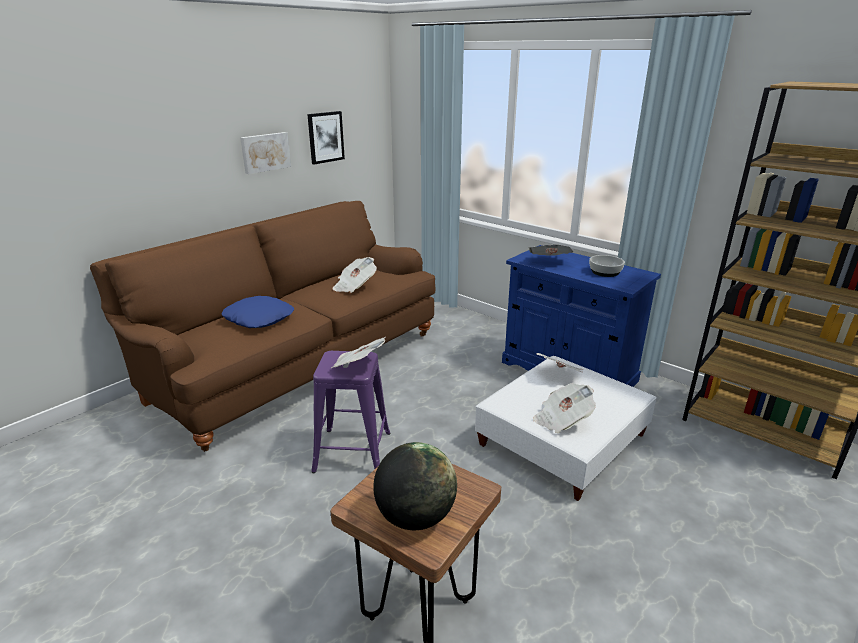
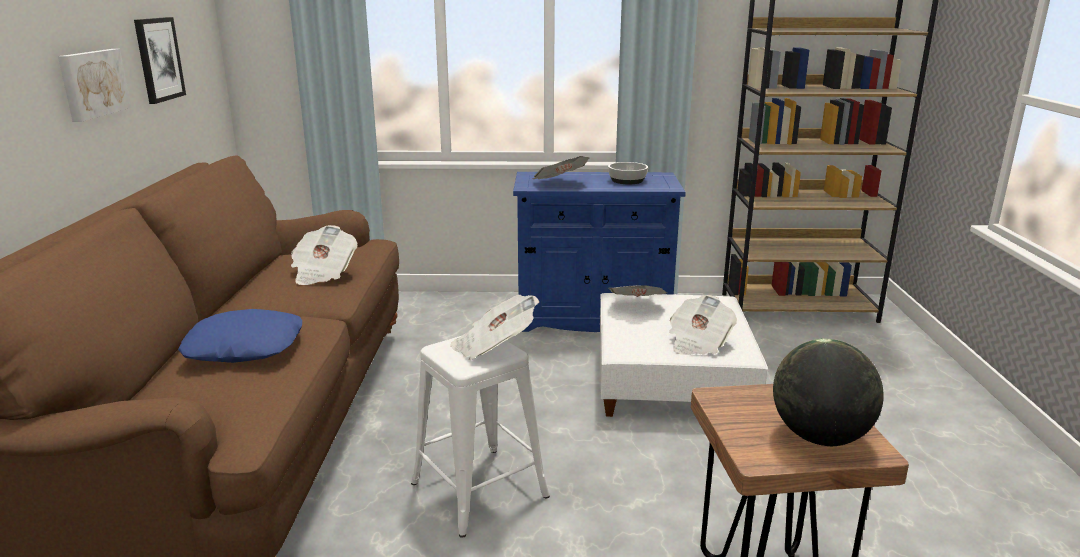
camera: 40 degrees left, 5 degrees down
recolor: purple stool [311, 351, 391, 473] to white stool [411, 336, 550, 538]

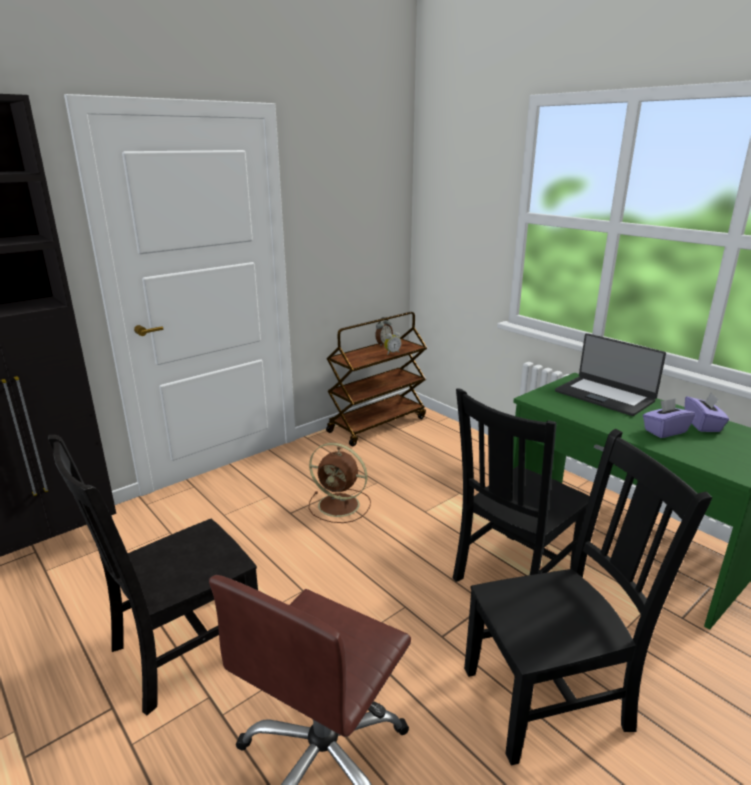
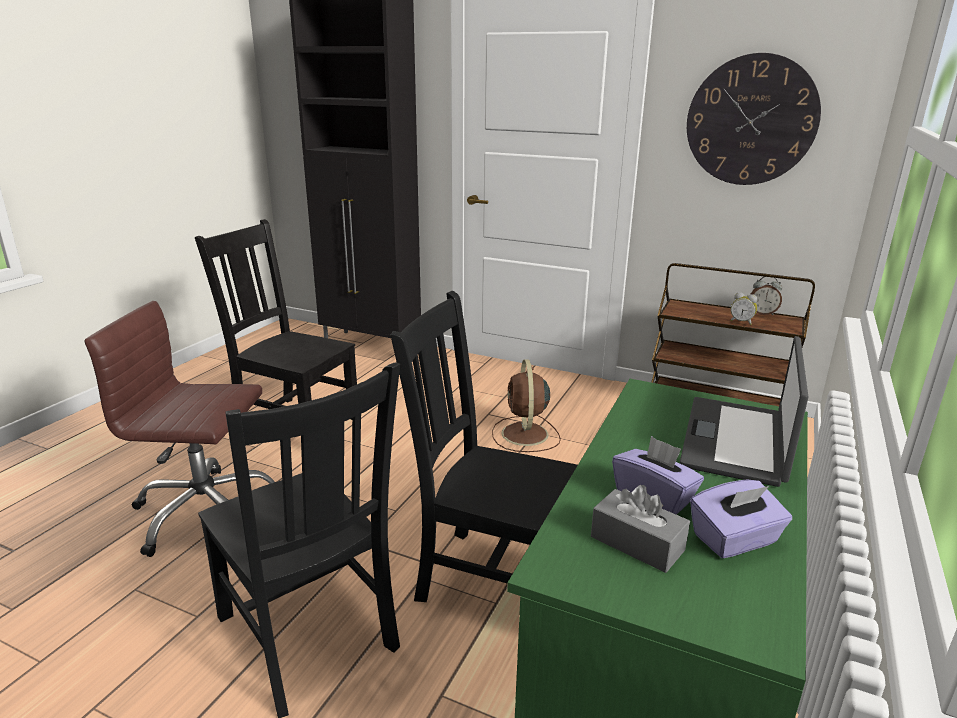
camera: 65 degrees right, 0 degrees up
insert: grey tissue box [591, 485, 690, 573]; wall clock [687, 53, 821, 185]

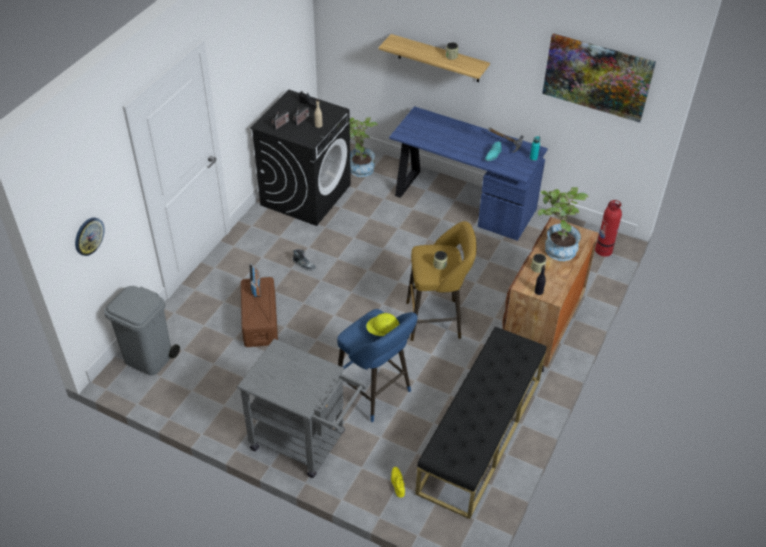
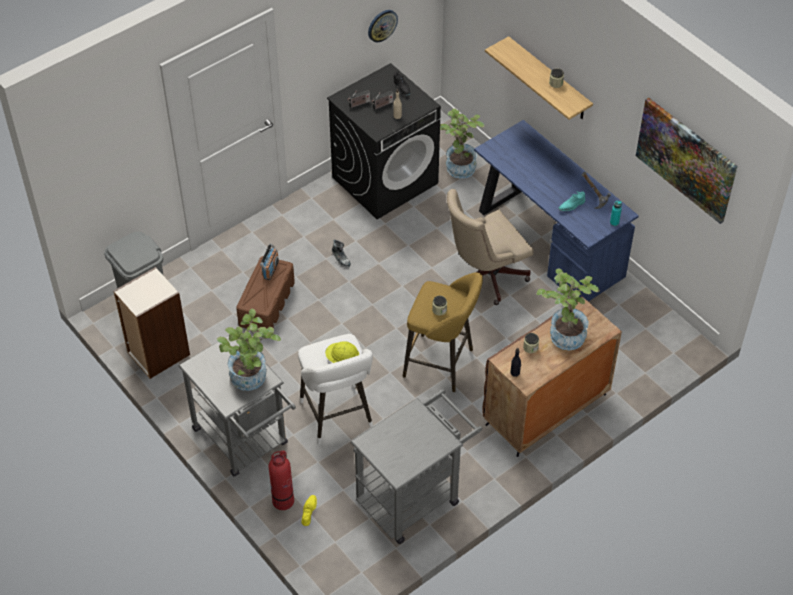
camera: 25 degrees right, 5 degrees up
insert: bookcase [113, 267, 190, 379]; potted plant [217, 309, 281, 391]; beige office chair [447, 189, 534, 305]
move: fire extinguisher [595, 200, 622, 257] to [268, 450, 294, 510]; wall clock [75, 218, 104, 256] to [368, 10, 398, 42]
replace: black bench [415, 326, 546, 519] to grey cart [351, 389, 482, 544]
recolor: blue stool [337, 309, 418, 422] to white stool [298, 334, 373, 445]

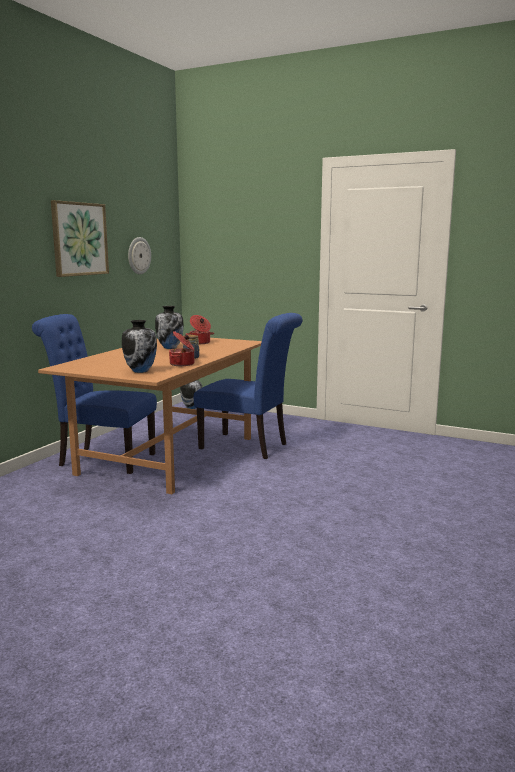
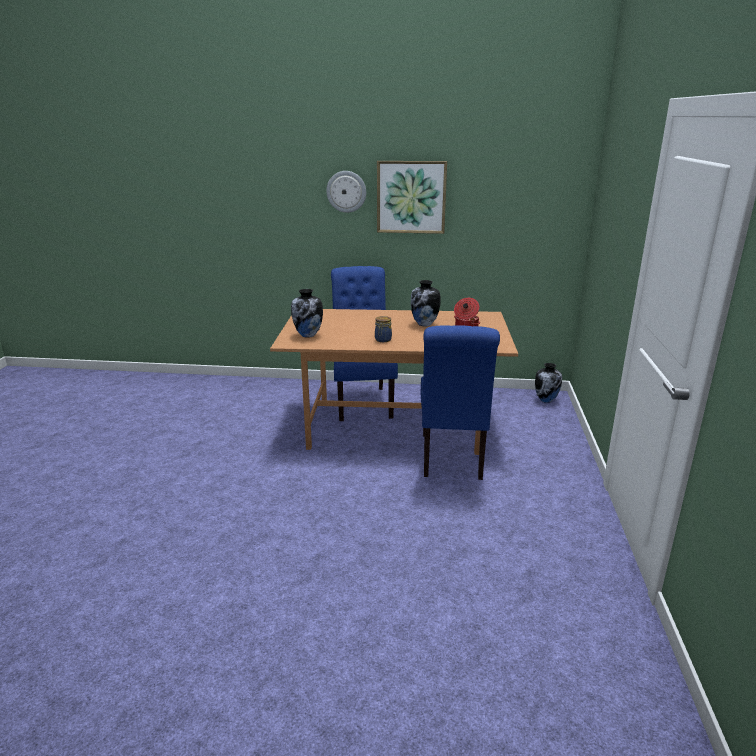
camera: 70 degrees right, 10 degrees up
delete: cooking pot [169, 331, 194, 366]
move: wall clock [128, 237, 151, 274] to [326, 171, 366, 213]

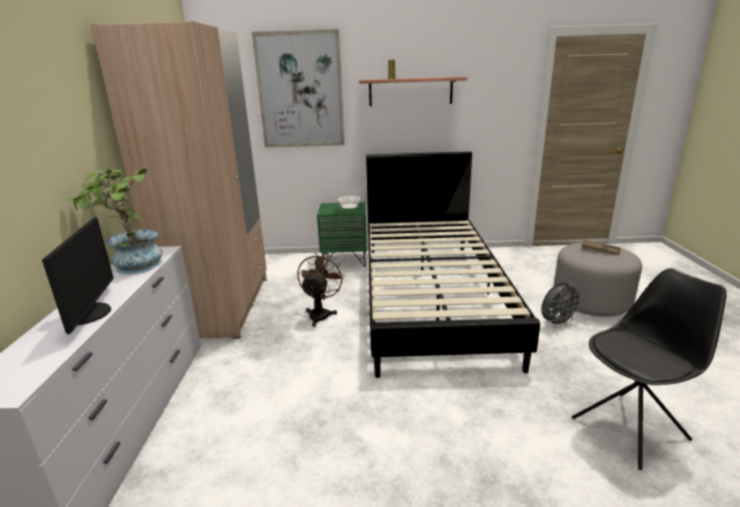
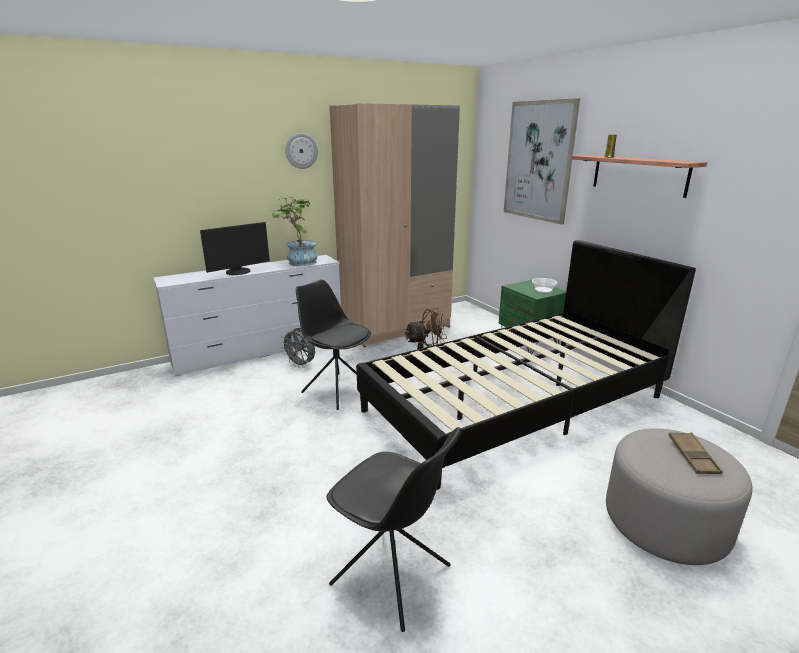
camera: 60 degrees right, 0 degrees up
insert: wall clock [285, 133, 318, 169]; black chair [296, 279, 371, 410]
move: grey fan [541, 283, 583, 328] to [281, 329, 315, 368]

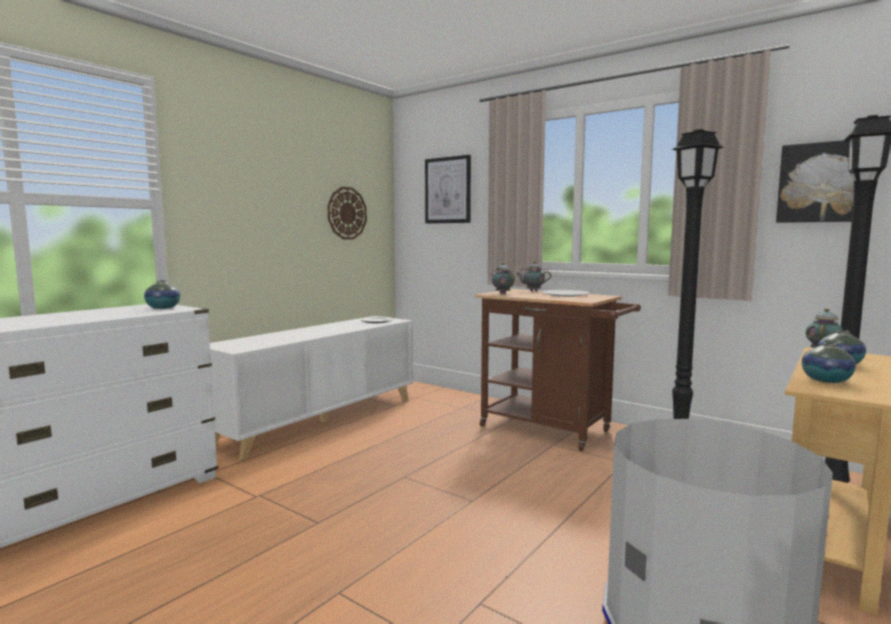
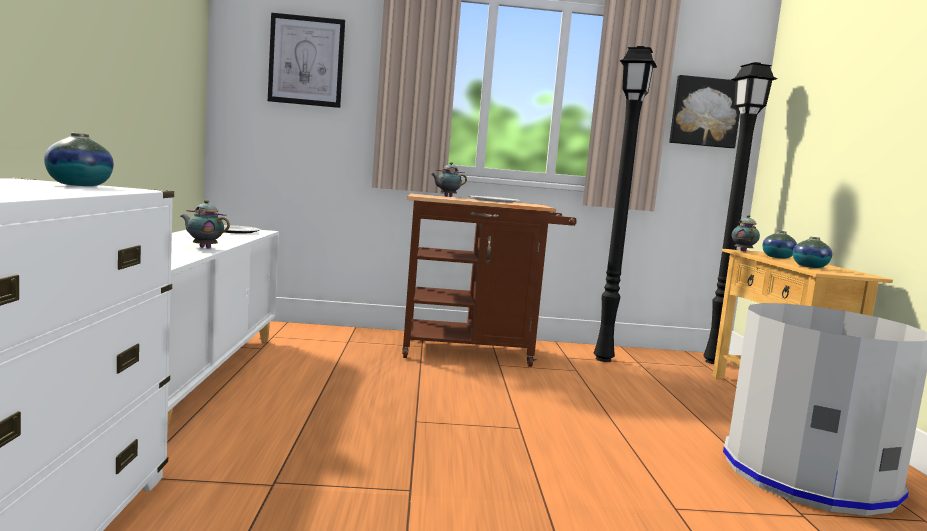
camera: 40 degrees left, 0 degrees up
delete: wall clock [327, 187, 367, 240]
move: teapot [491, 263, 515, 294] to [181, 200, 230, 248]

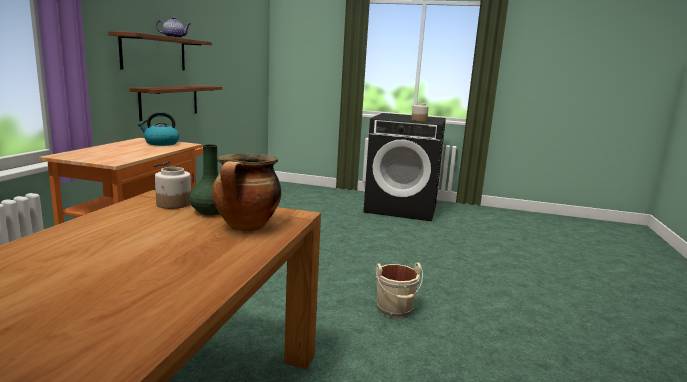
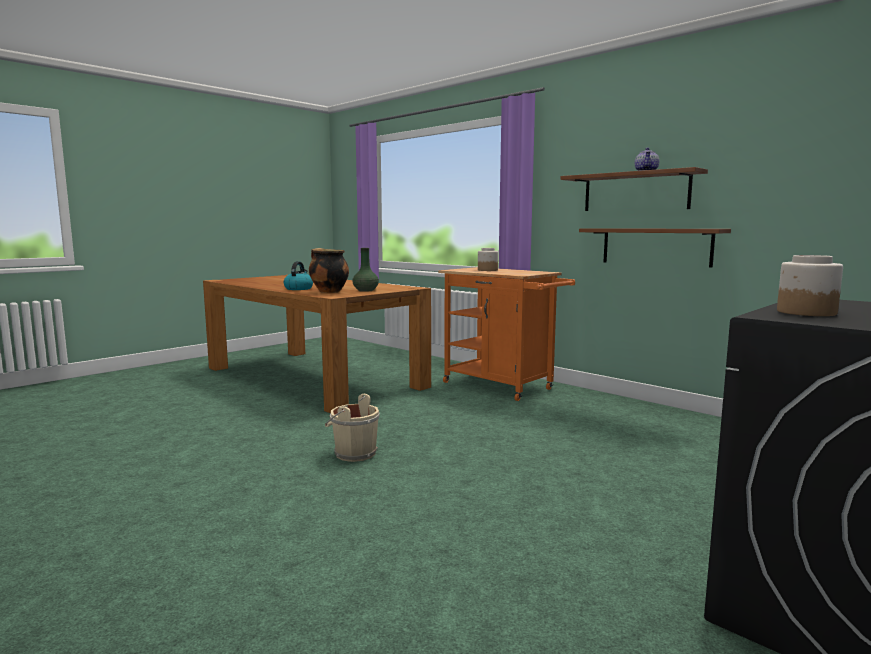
camera: 120 degrees right, 5 degrees down
move: kettle [138, 112, 179, 146] to [284, 261, 313, 290]; jar [155, 167, 191, 209] to [478, 248, 498, 271]

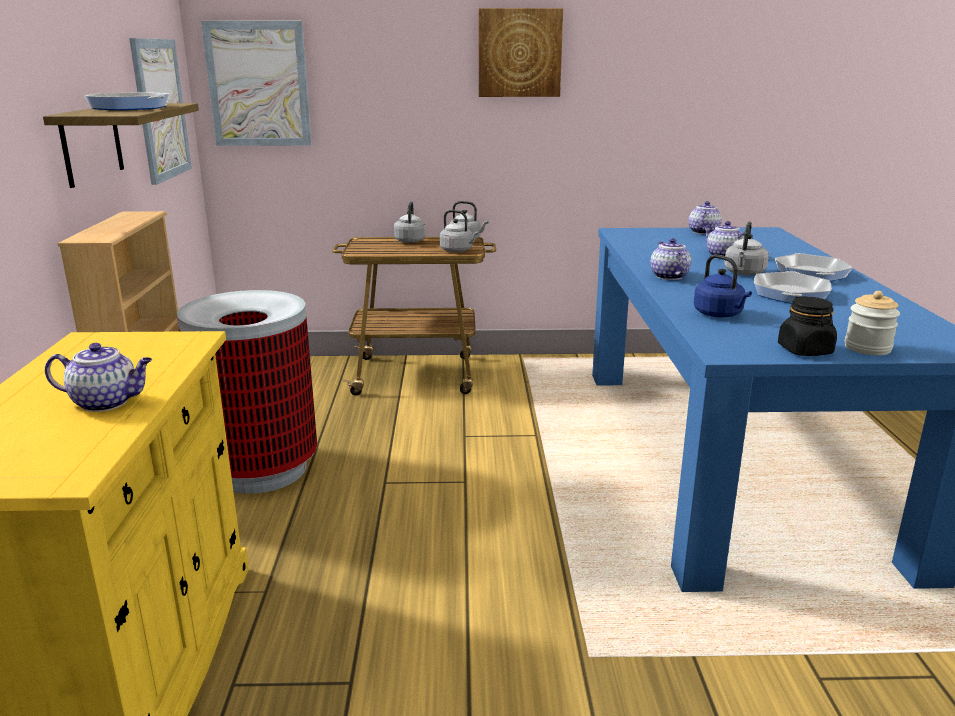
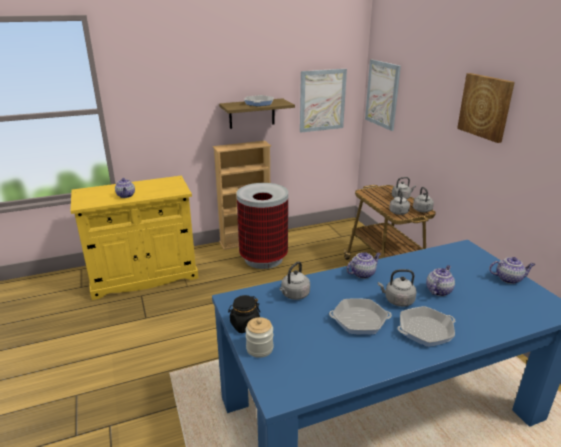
camera: 70 degrees right, 5 degrees up
recolor: blue kettle [694, 254, 752, 318] to grey kettle [279, 261, 310, 300]

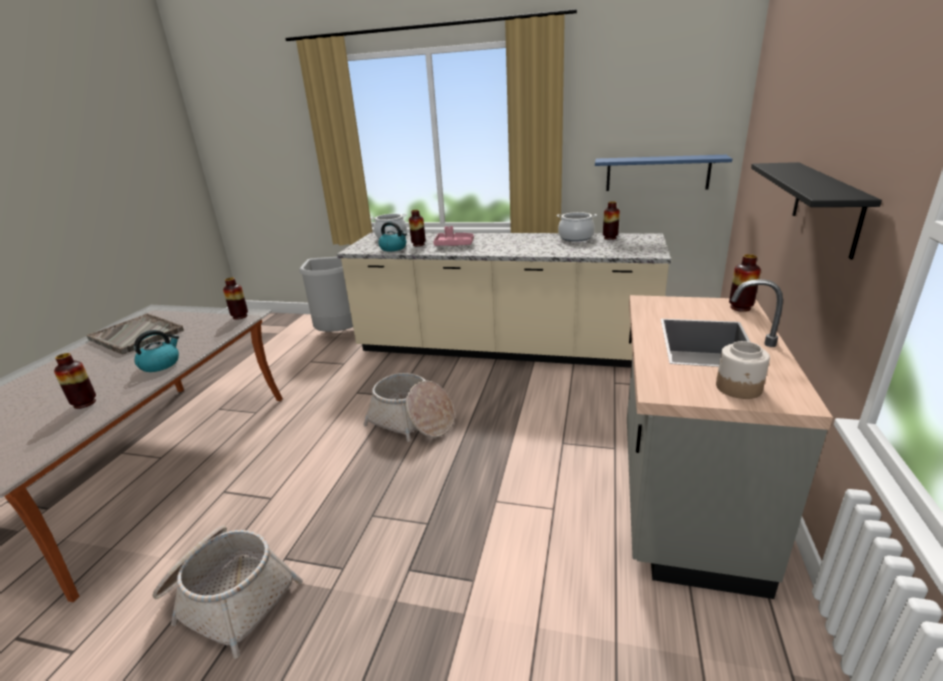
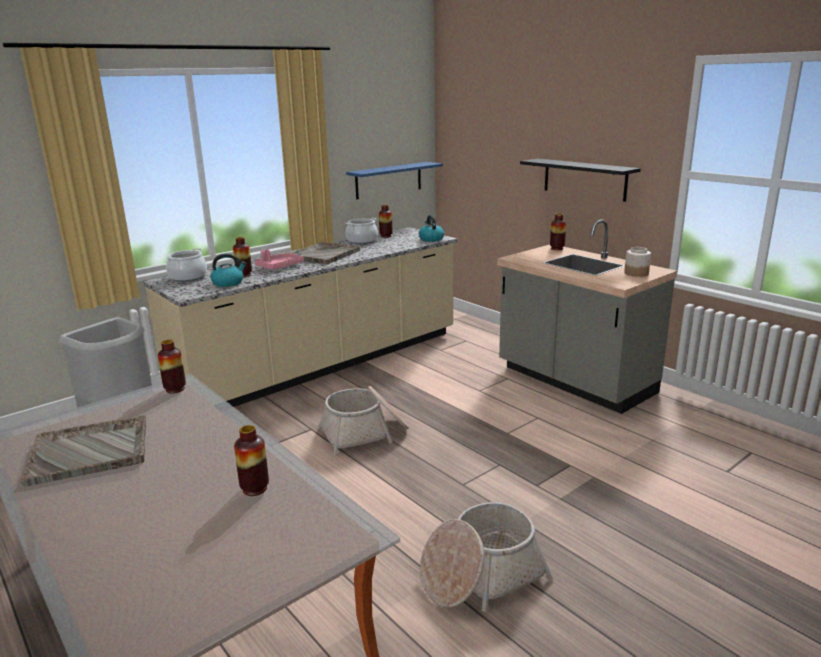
camera: 55 degrees left, 5 degrees down
insert: grey tray [291, 242, 360, 264]
move: kettle [134, 330, 179, 372] to [419, 215, 444, 242]

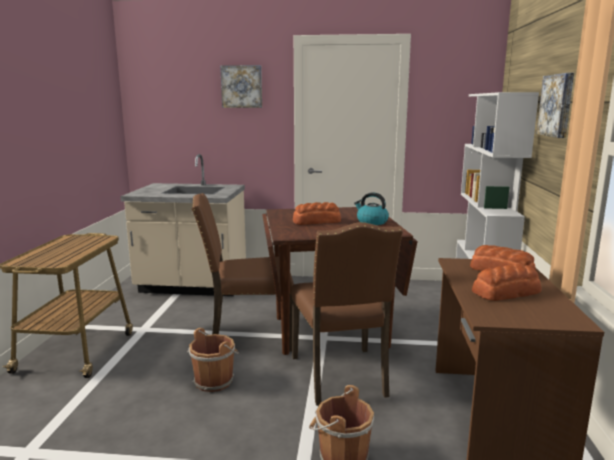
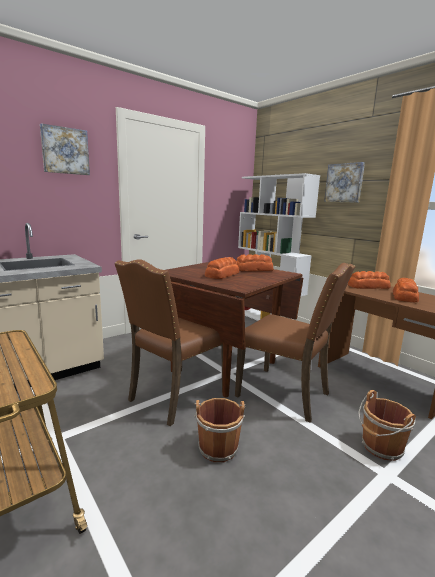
camera: 45 degrees left, 0 degrees up
replace: kettle [354, 192, 389, 225] to bread [237, 254, 273, 271]

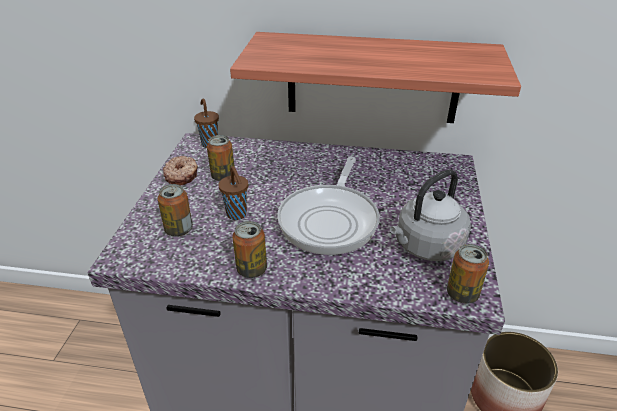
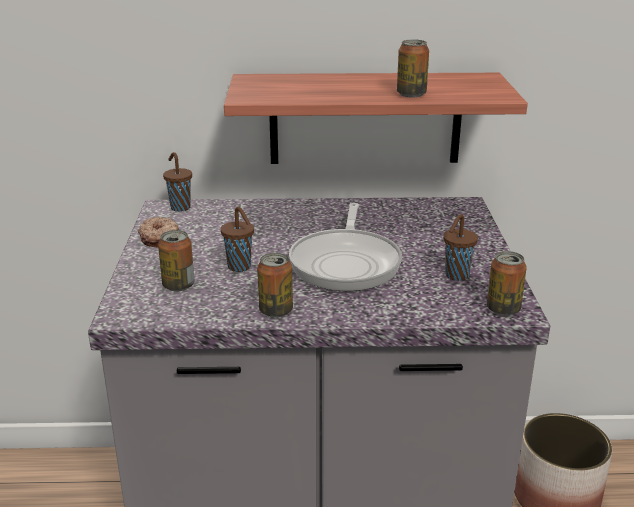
camera: 10 degrees left, 10 degrees down
move: can [207, 135, 234, 181] to [397, 39, 429, 98]
replace: grey kettle [390, 169, 471, 261] to brown cup [443, 214, 478, 281]

